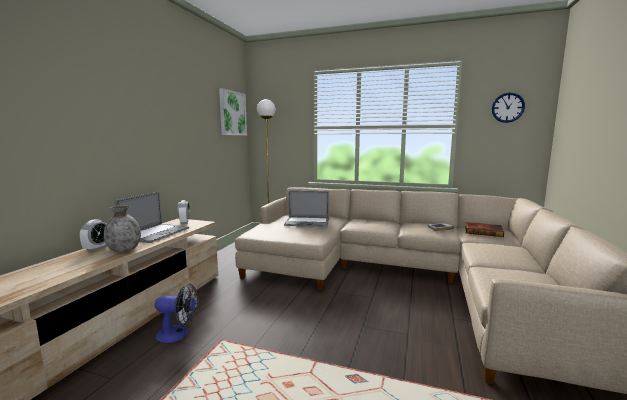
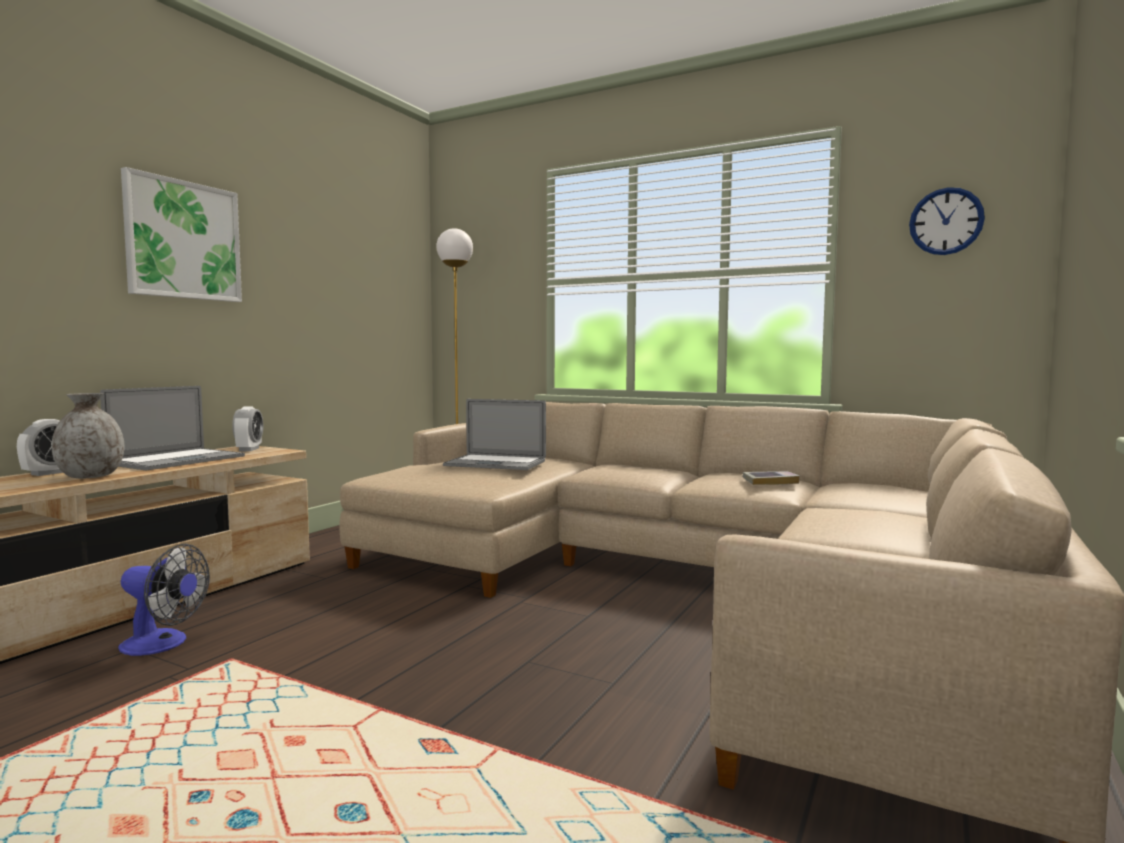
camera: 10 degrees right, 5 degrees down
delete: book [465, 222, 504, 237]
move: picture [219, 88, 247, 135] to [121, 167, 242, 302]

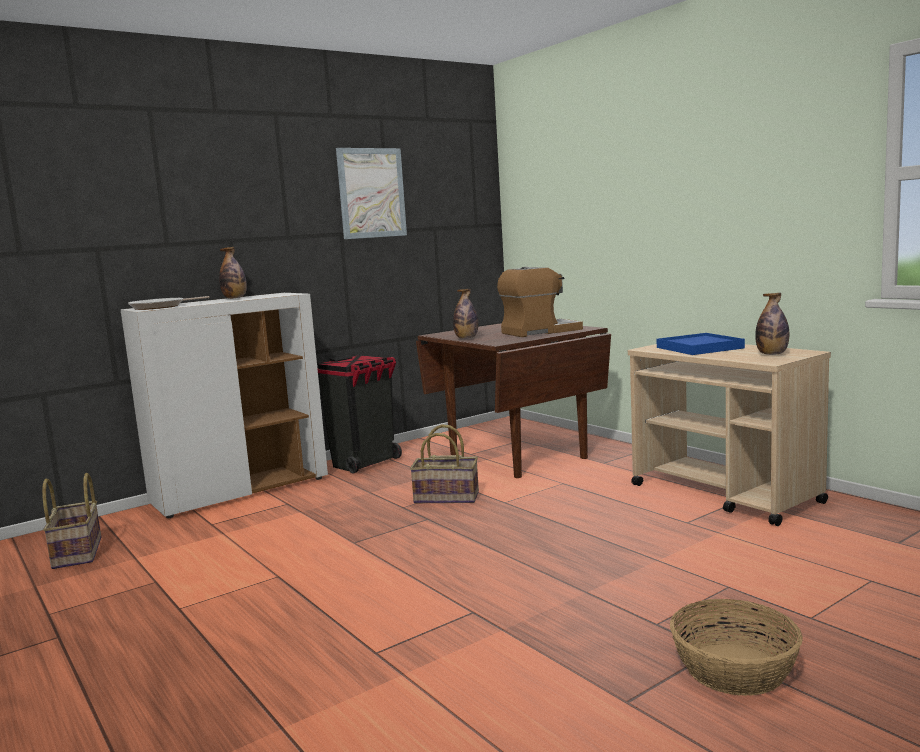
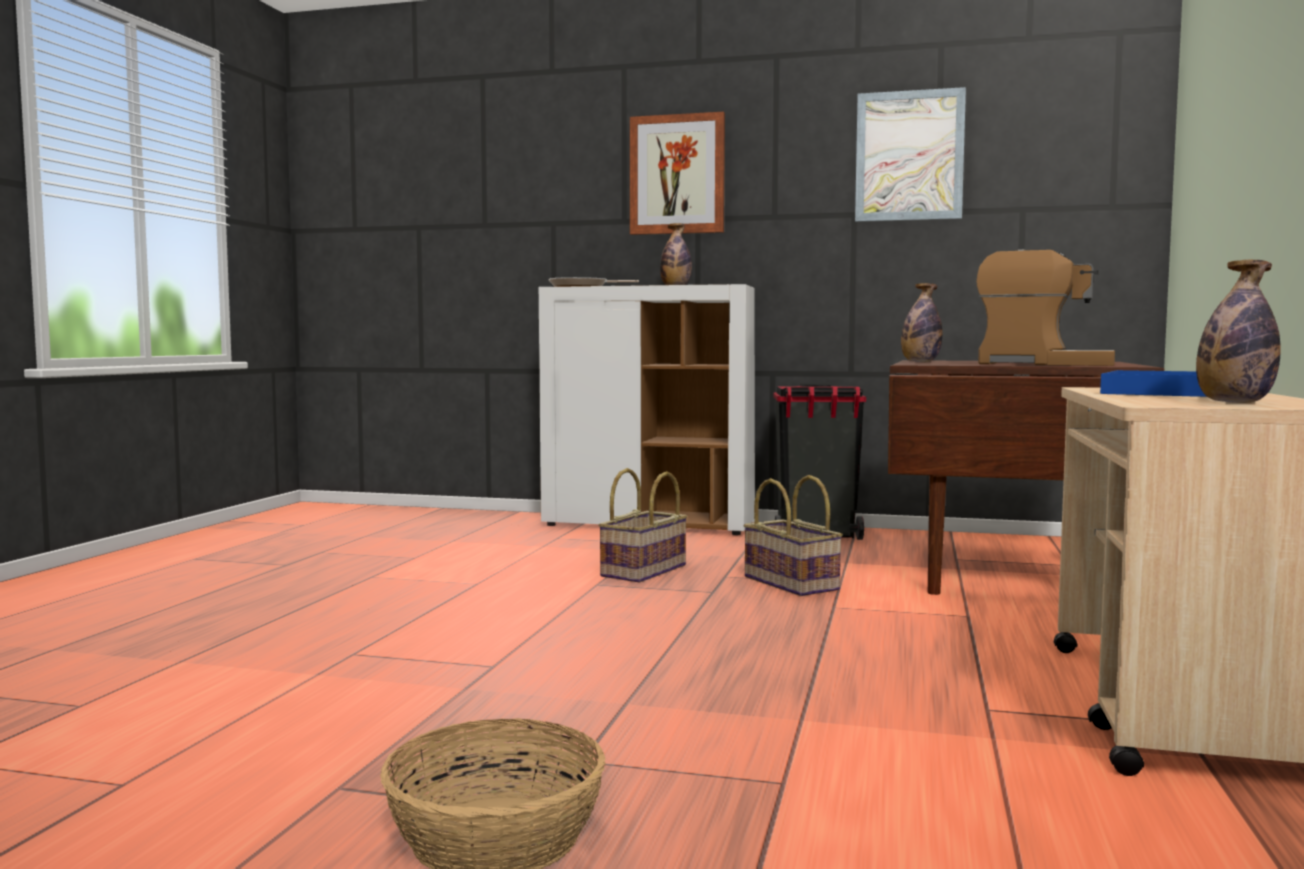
camera: 50 degrees right, 5 degrees down
insert: picture [630, 112, 725, 235]
move: basket [42, 473, 101, 569] to [599, 468, 687, 582]

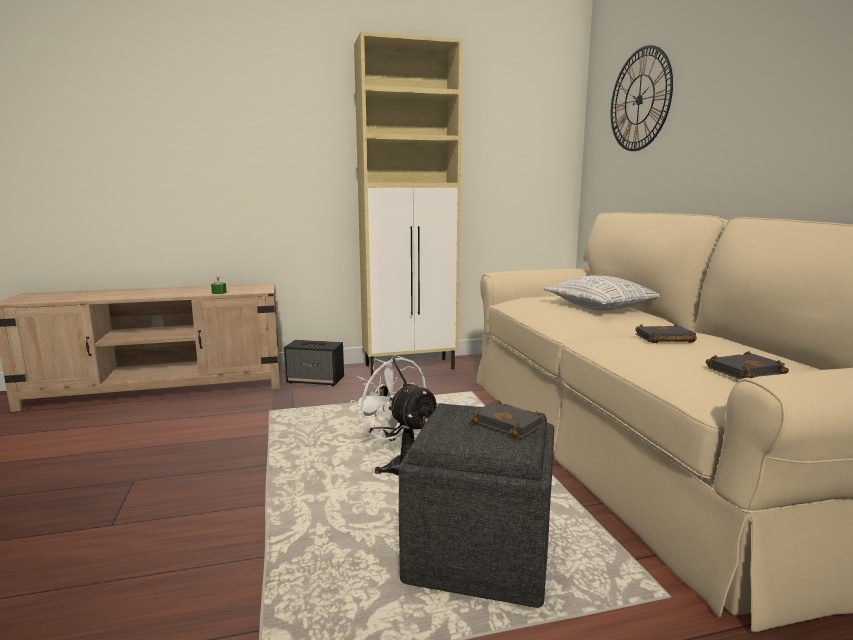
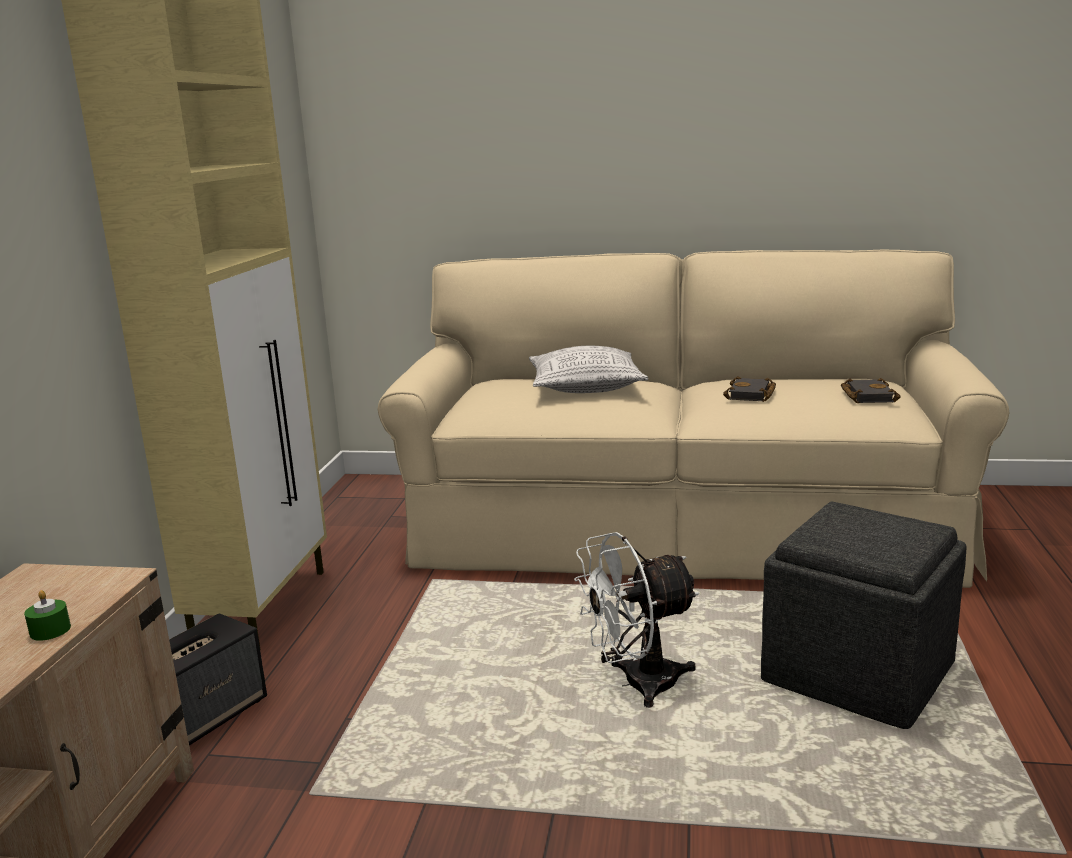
camera: 65 degrees left, 5 degrees up
delete: black book [470, 400, 544, 438]; wall clock [611, 45, 673, 151]

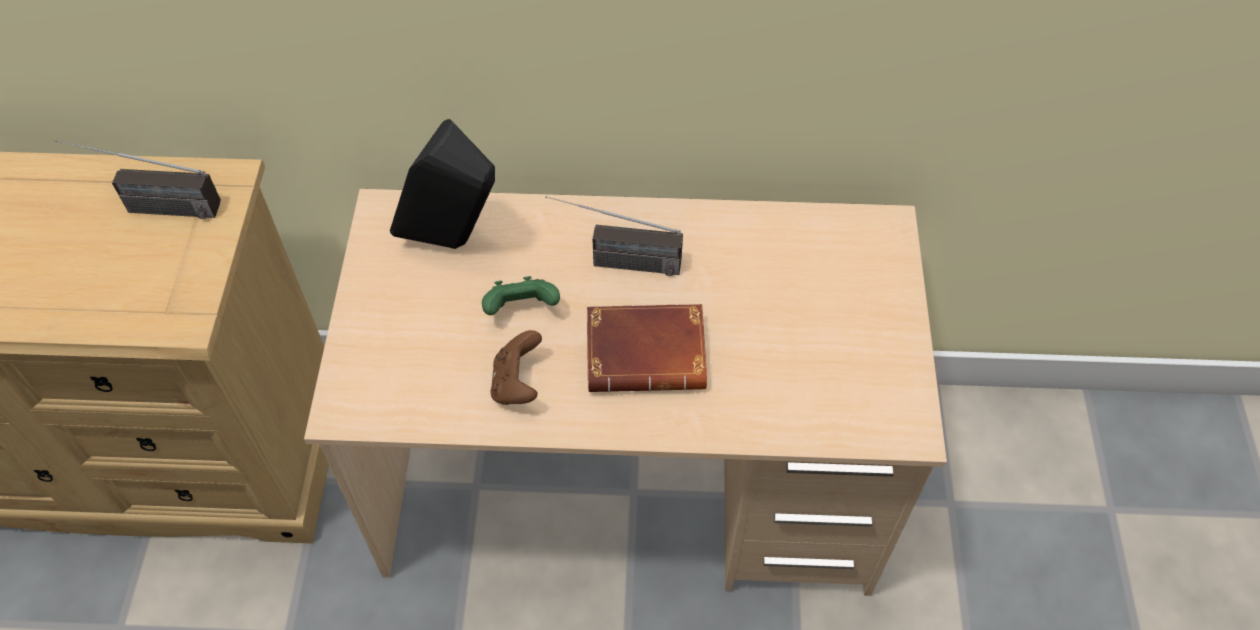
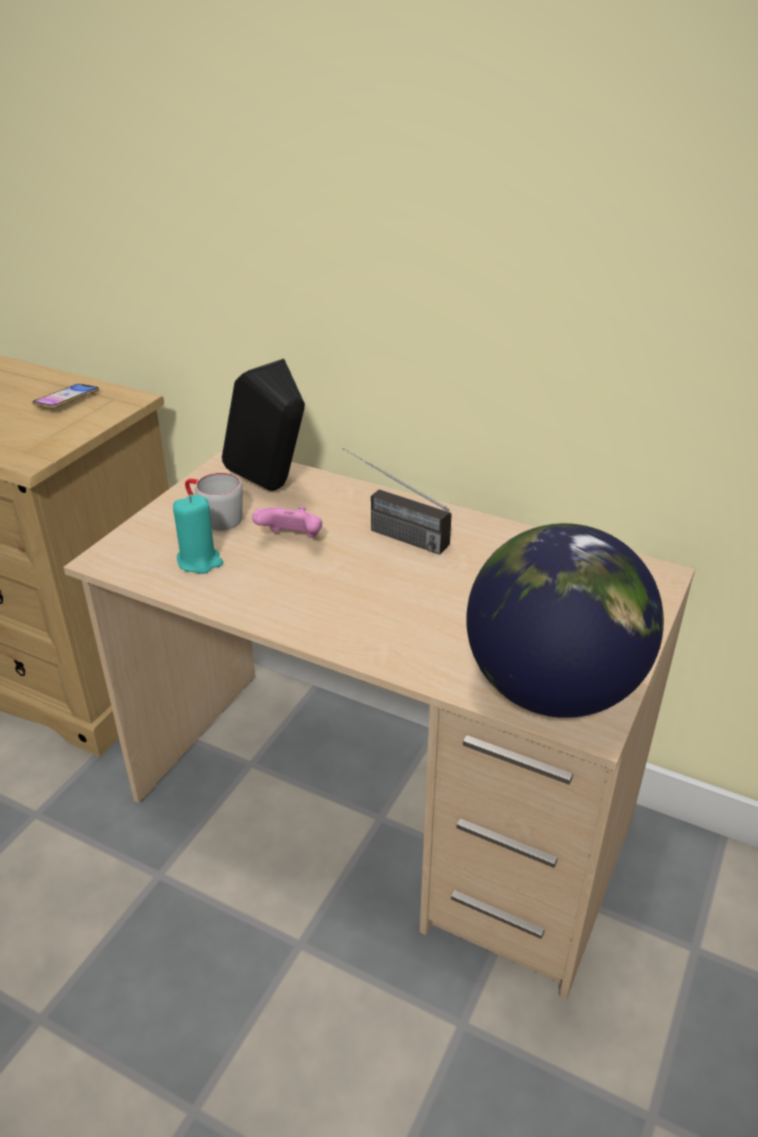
camera: 25 degrees right, 20 degrees down
delete: brown game controller [490, 330, 542, 405]; brown book [587, 304, 707, 392]
insert: turquoise candle [173, 495, 223, 574]; grey mug [185, 473, 243, 530]; globe [466, 523, 664, 718]
replace: radio [55, 140, 221, 219] to phone [32, 384, 99, 408]
recolor: green game controller [482, 276, 560, 315] to pink game controller [252, 506, 322, 538]

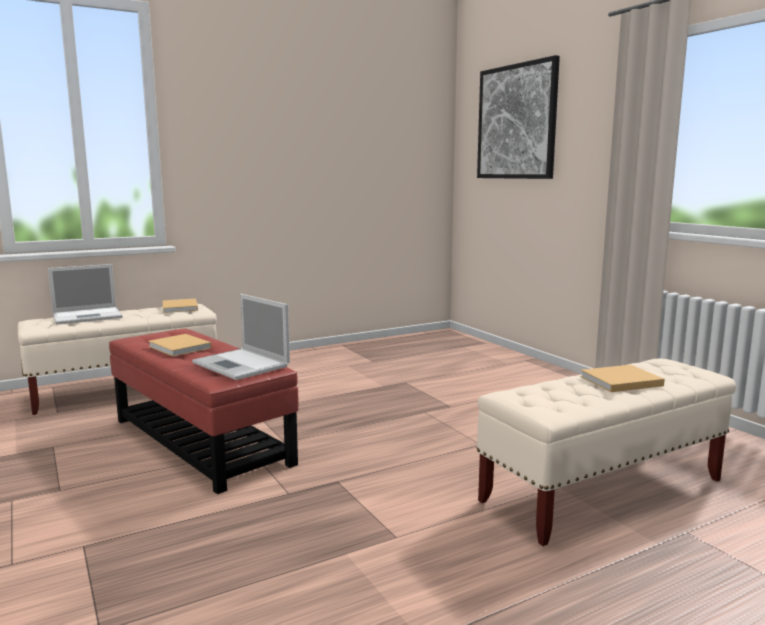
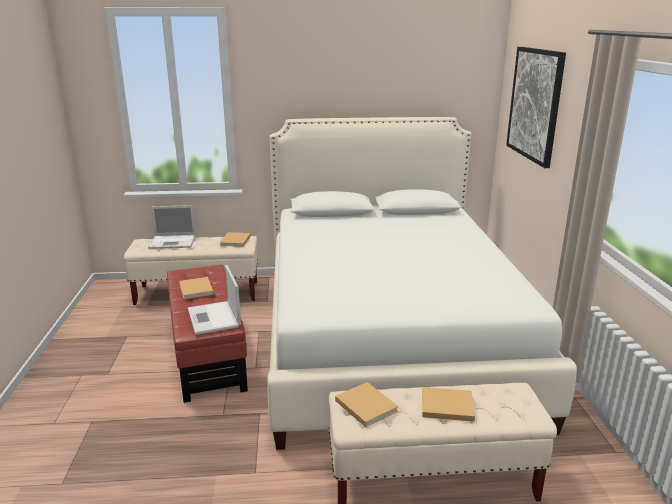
camera: 25 degrees right, 10 degrees up
insert: white bed [267, 117, 577, 450]; beige book [335, 382, 399, 427]

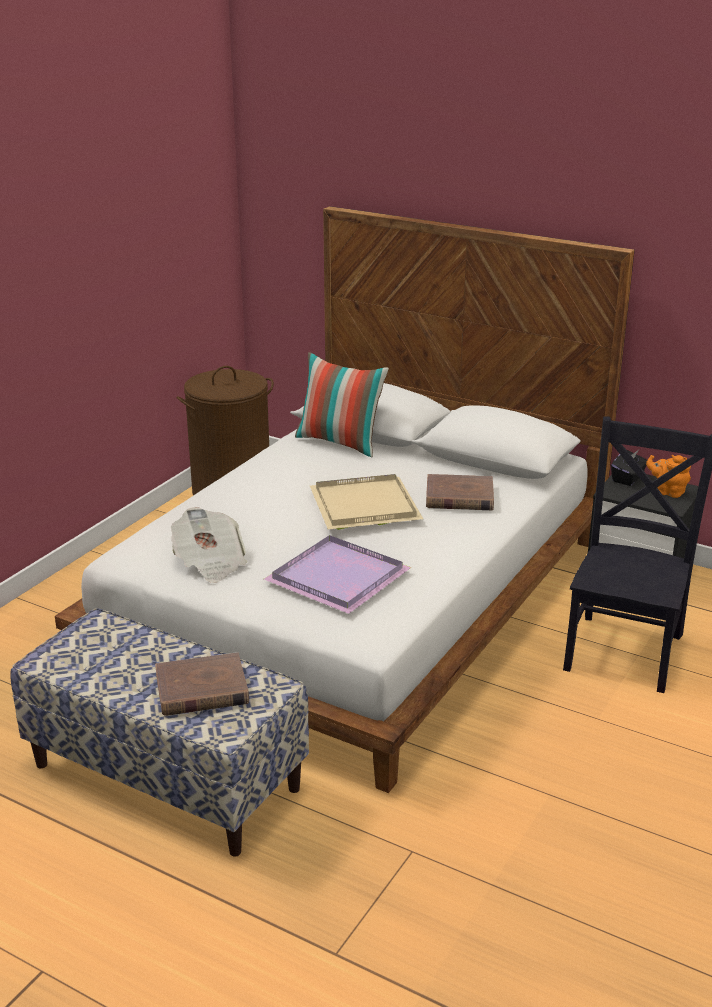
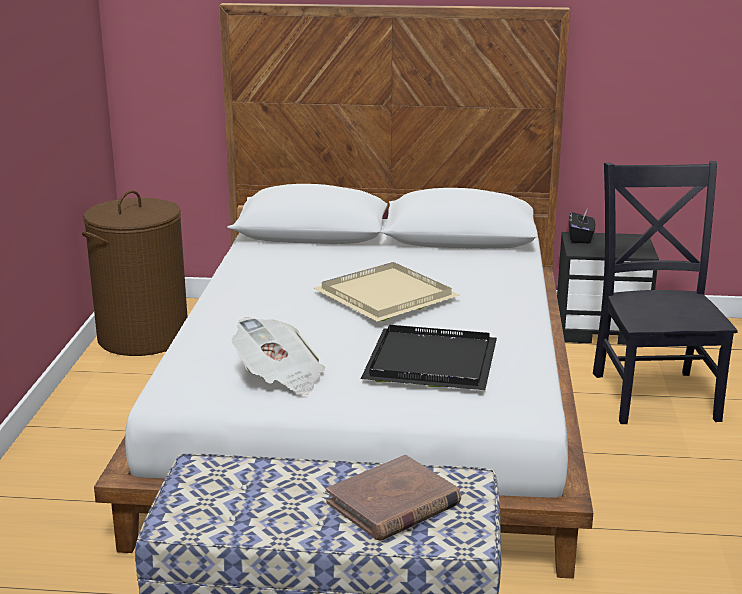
camera: 25 degrees left, 5 degrees down
delete: pillow [295, 352, 389, 457]; brown book [426, 474, 494, 510]; orange teapot [646, 455, 691, 498]
recolor: purple tray [264, 535, 411, 614] to black tray [361, 325, 497, 390]

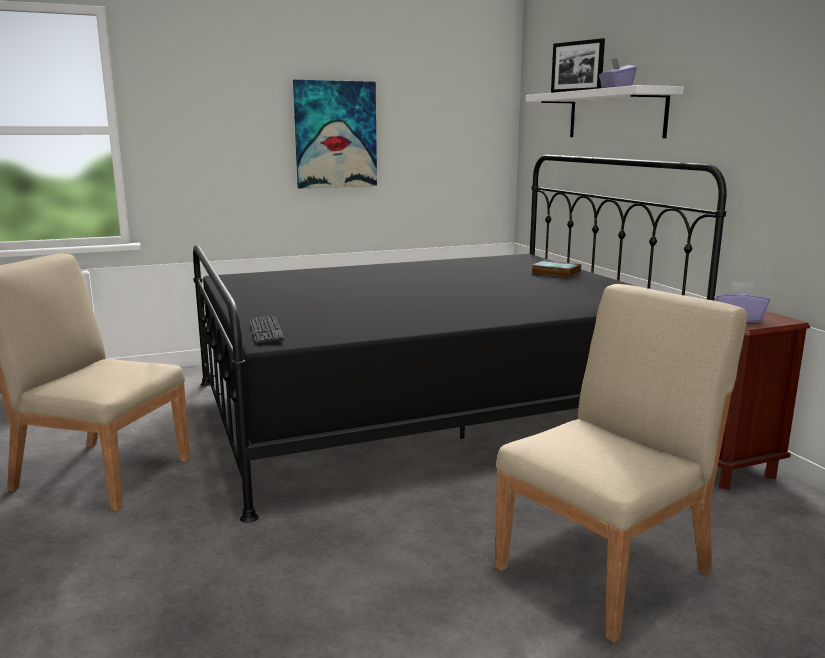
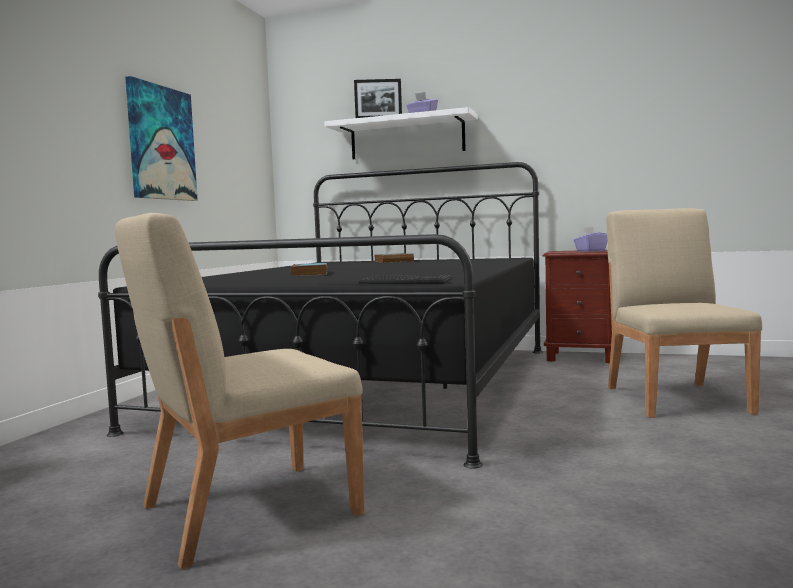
camera: 50 degrees left, 10 degrees down
insert: book [291, 263, 328, 276]

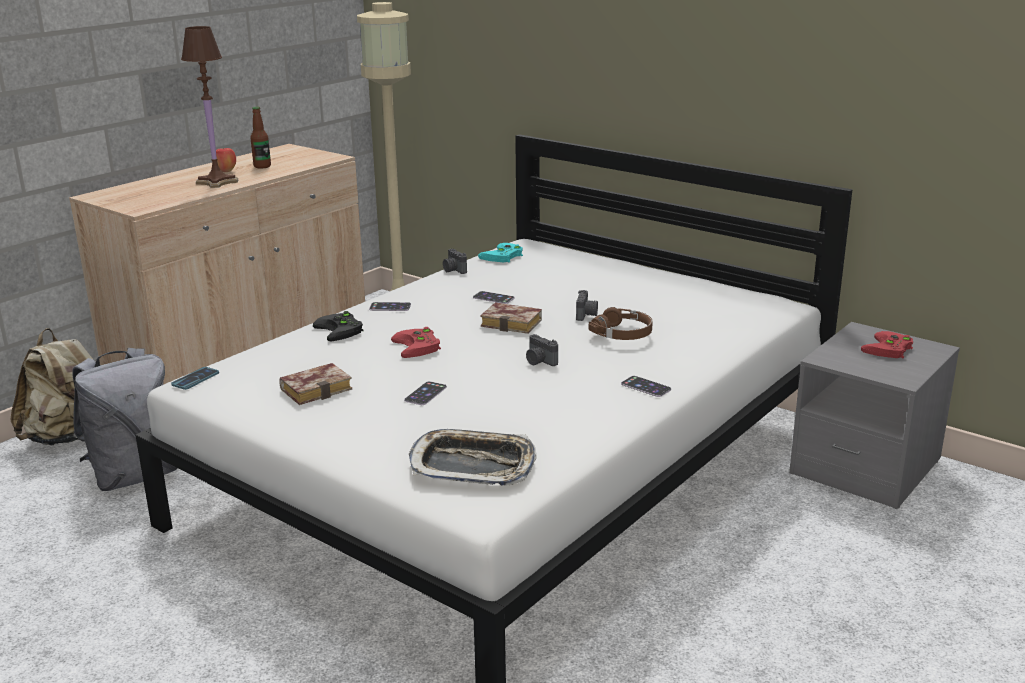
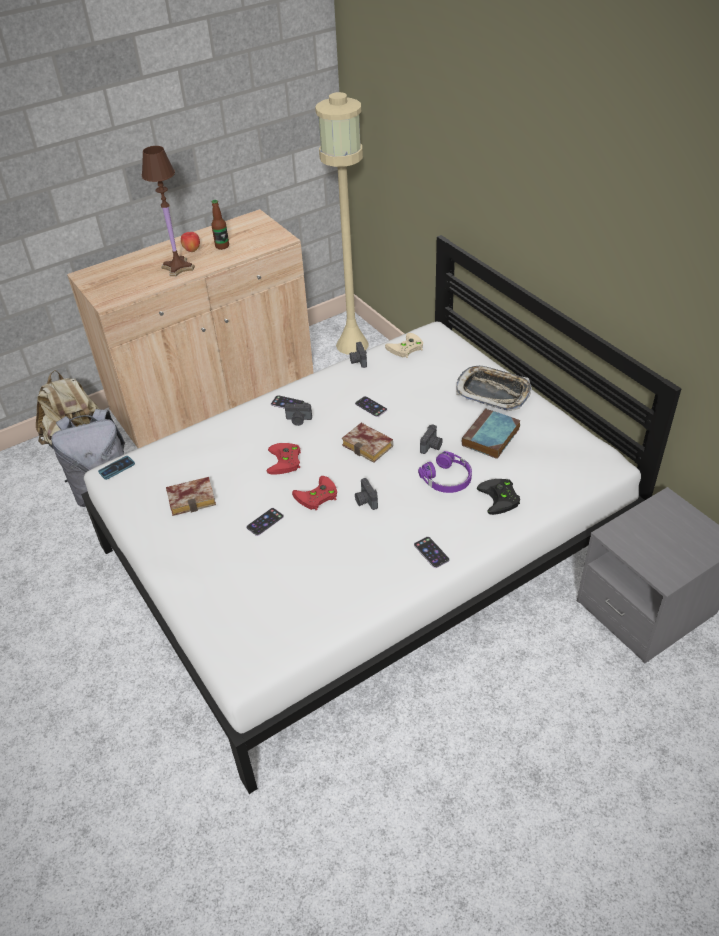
camera: 20 degrees right, 20 degrees up
insert: photo camera [285, 402, 312, 426]; book [462, 408, 521, 459]
move: red game controller [861, 331, 913, 358] to [292, 476, 337, 510]; tray [409, 429, 537, 486] to [457, 366, 532, 411]; black game controller [313, 311, 364, 341] to [477, 479, 520, 515]
recolor: turquoise game controller [478, 243, 523, 263] to beige game controller [385, 333, 423, 358]; brown headphones [589, 307, 653, 340] to purple headphones [418, 451, 472, 493]

